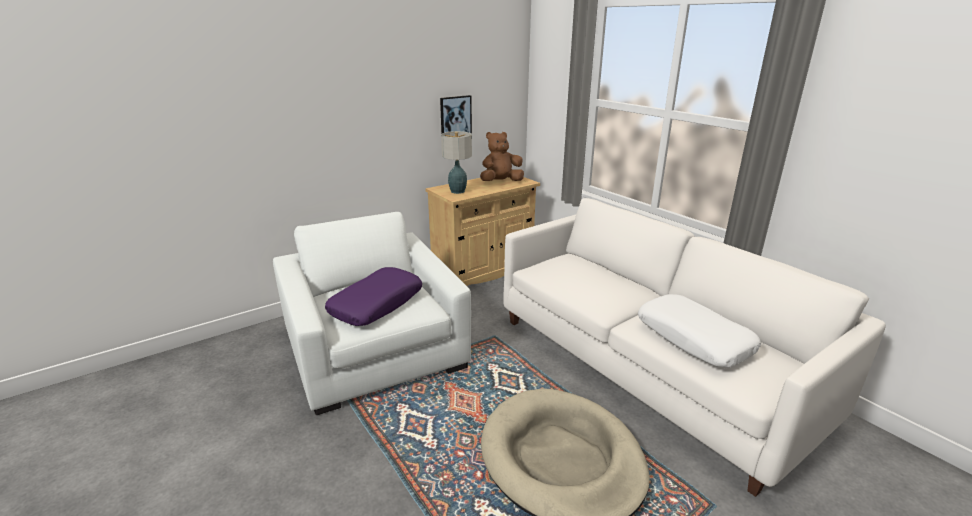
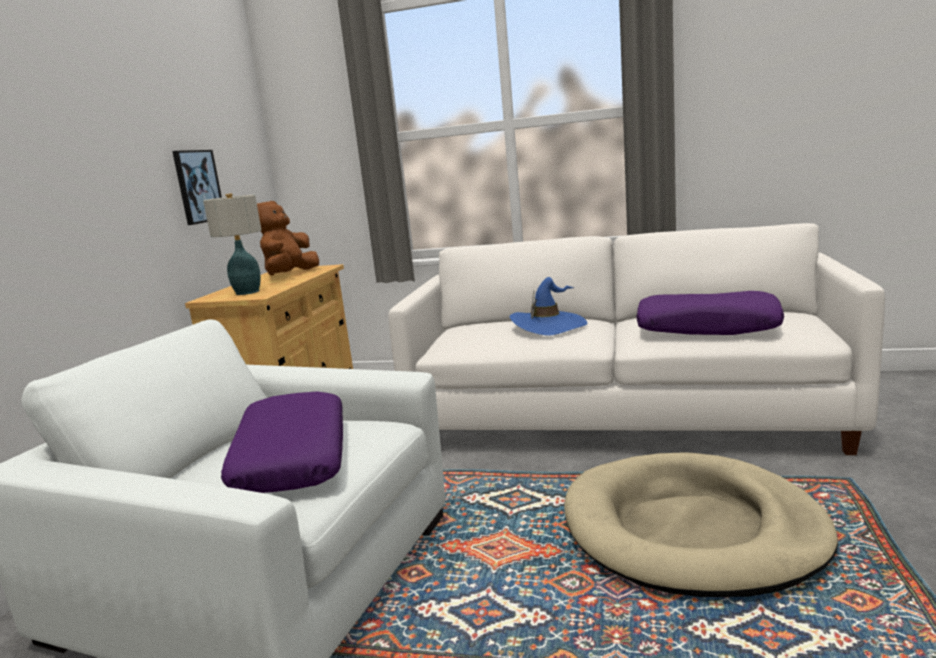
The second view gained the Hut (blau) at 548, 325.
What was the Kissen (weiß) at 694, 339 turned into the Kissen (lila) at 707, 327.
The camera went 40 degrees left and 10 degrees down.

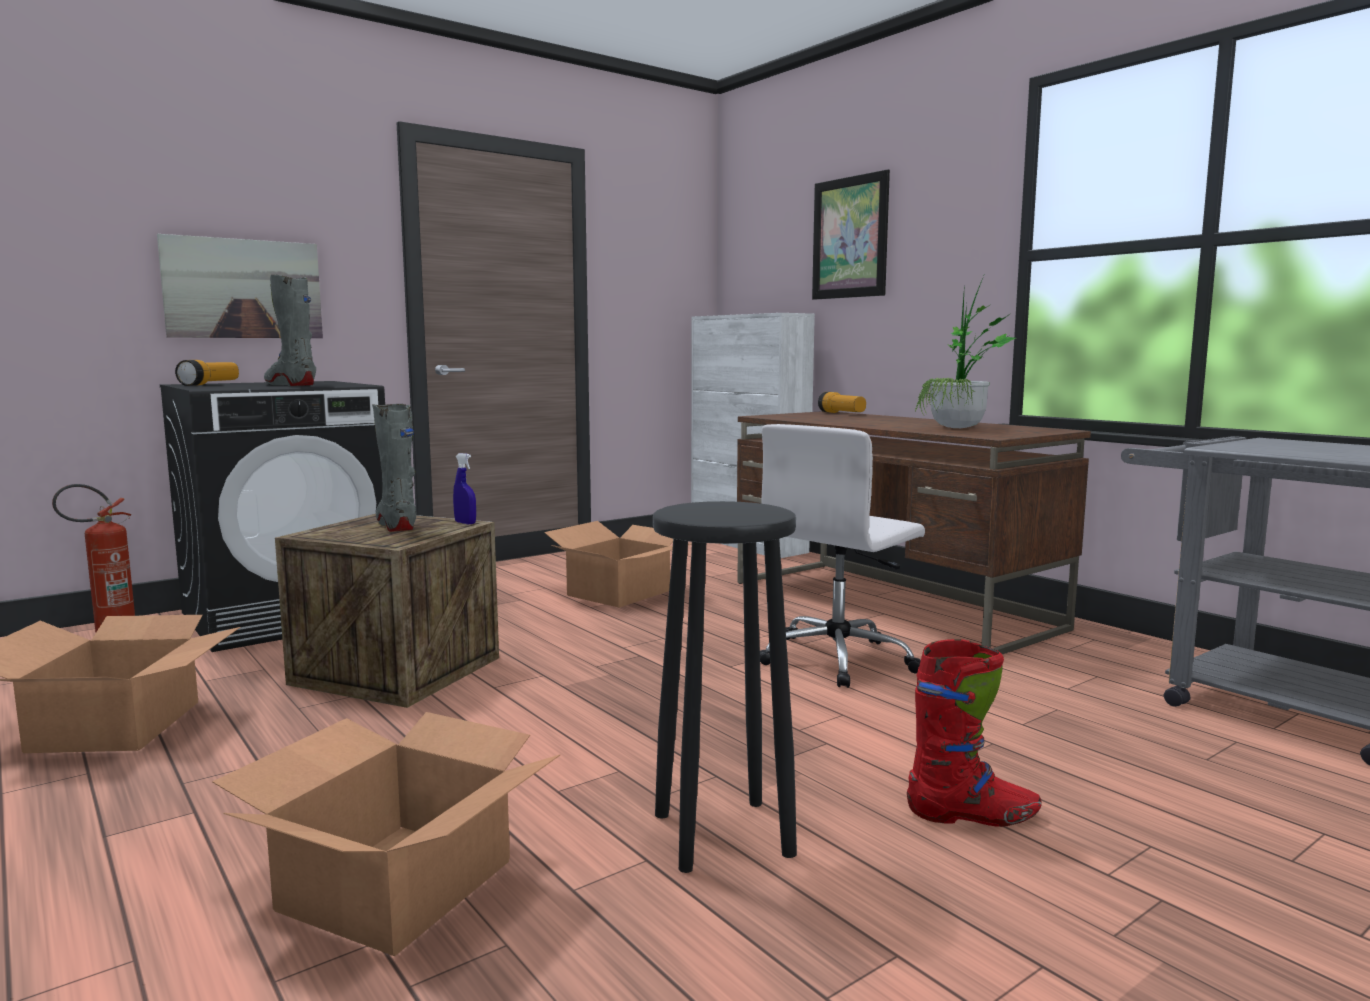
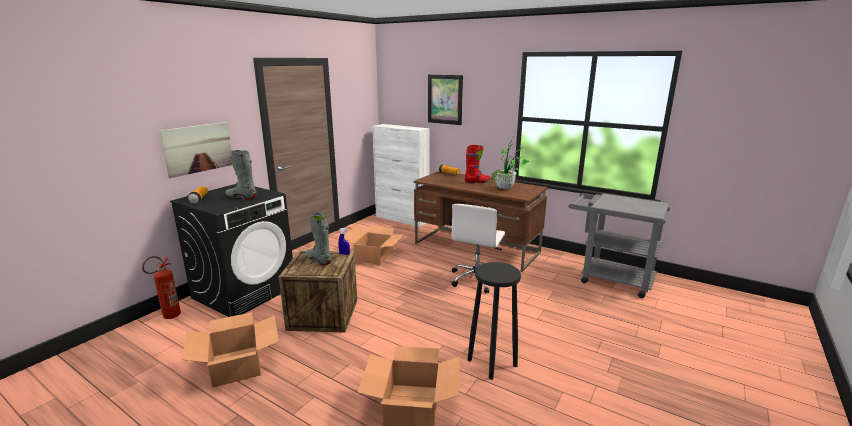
The Stiefel (rot) ended up elsewhere, having gone from 973, 816 to 477, 182.
The camera went 20 degrees left and 10 degrees up.

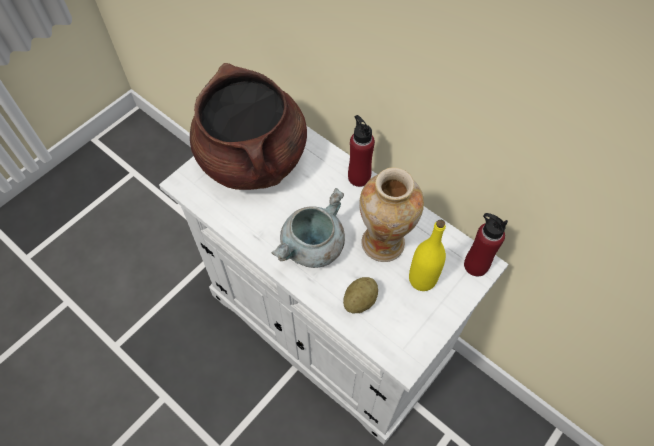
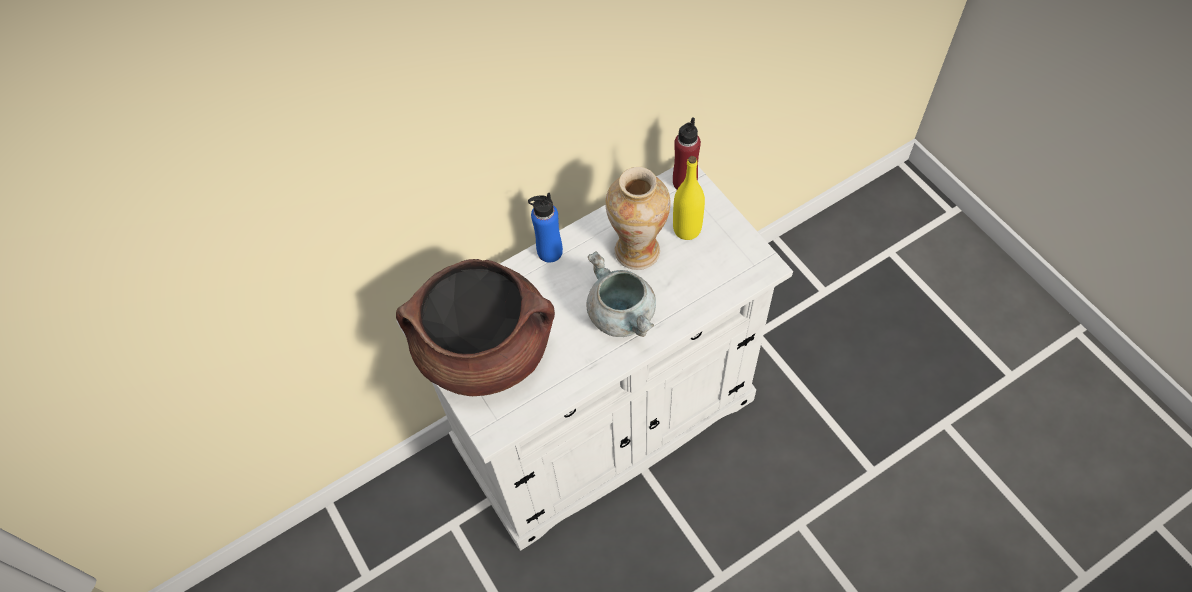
What was the Flasche (rot) at 359, 177 turned into the Flasche (blau) at 549, 251.
The second view lost the Kartoffel at 360, 301.
The camera went 70 degrees left and 0 degrees up.

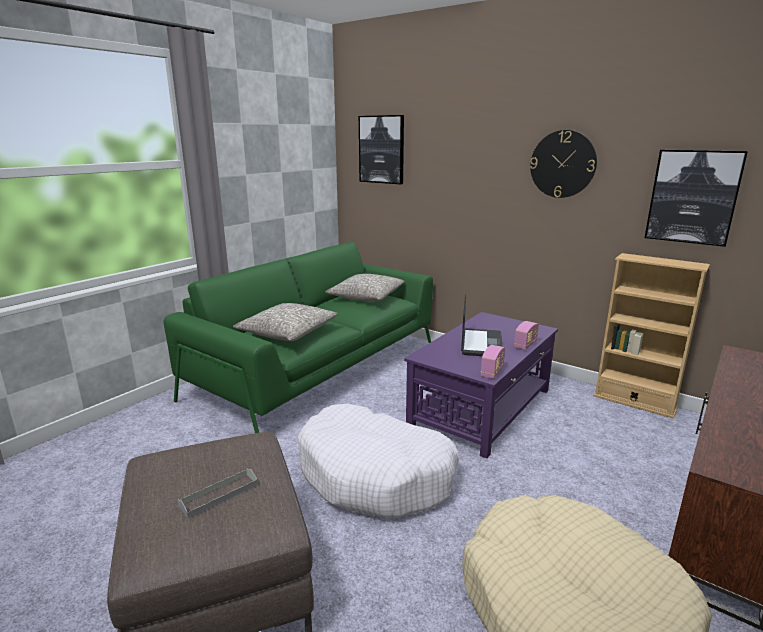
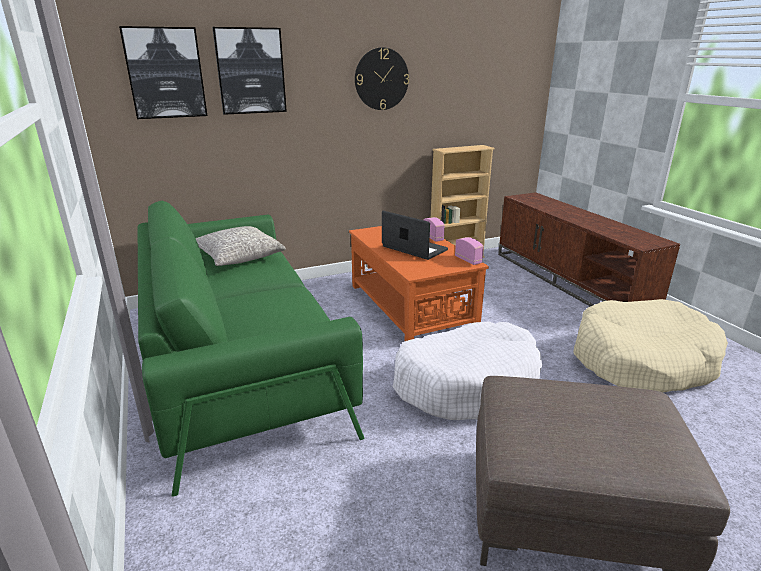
The Bild ended up elsewhere, having gone from 693, 197 to 250, 71.
What was the Couchtisch (lila) at 482, 407 turned into the Couchtisch (orange) at 410, 306.
The second view lost the Tablett (grau) at 219, 495.
The second view lost the Kissen (grau) at 288, 332.
The camera went 60 degrees left and 5 degrees up.

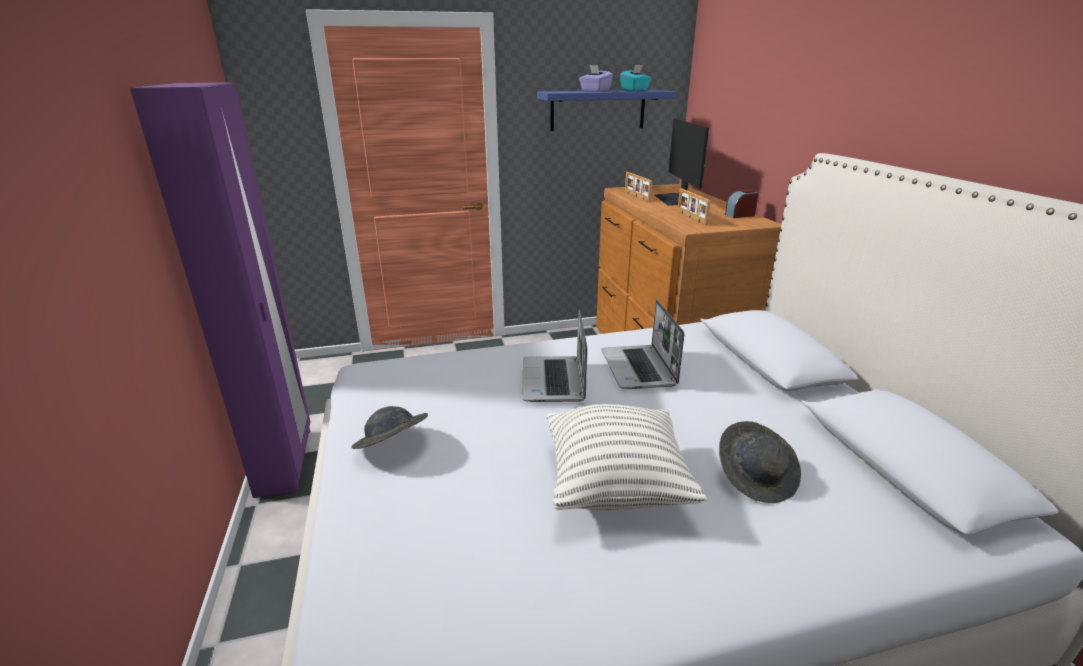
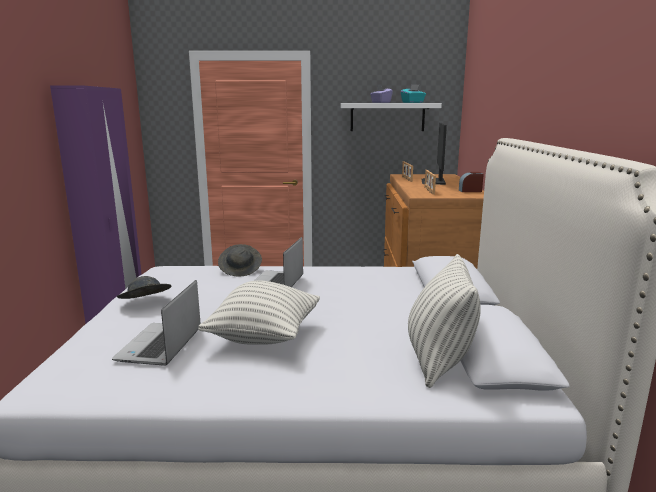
The Laptop ended up elsewhere, having gone from 639, 369 to 160, 346.
The Hut (grau) ended up elsewhere, having gone from 756, 477 to 241, 270.
What was the Wandregal (blau) at 598, 110 turned into the Wandregal (weiß) at 387, 117.
The second view gained the Kissen at 439, 360.
The camera went 15 degrees right and 10 degrees down.

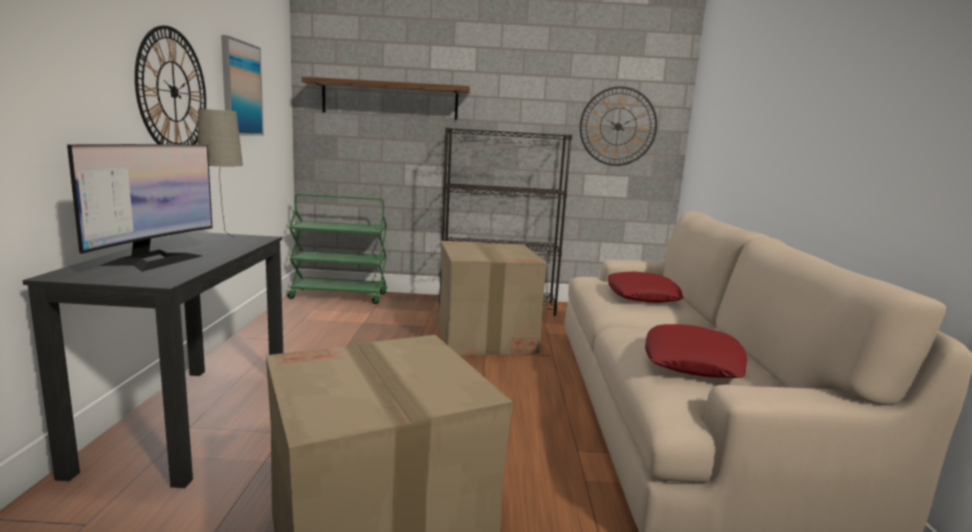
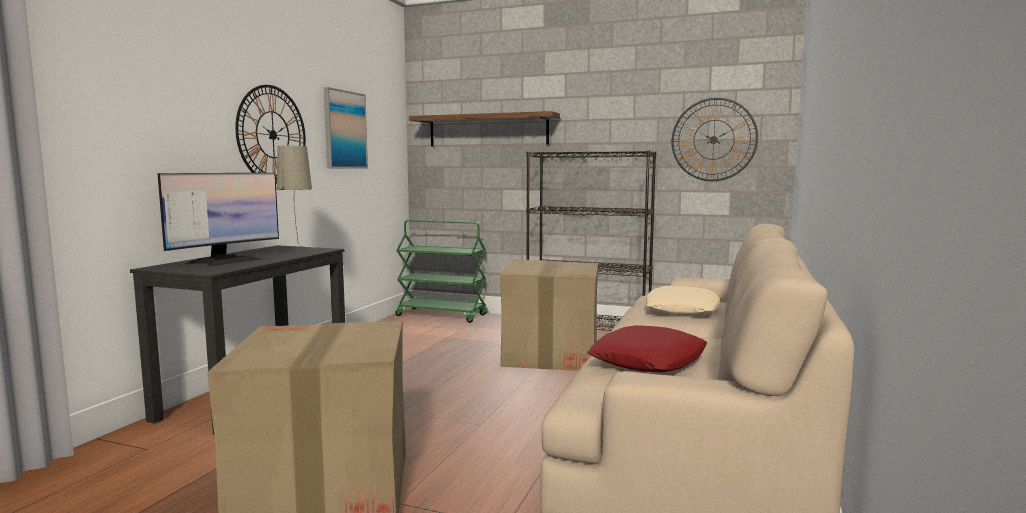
What was the Kissen (rot) at 642, 295 turned into the Kissen (beige) at 681, 309.
The camera went 20 degrees right and 5 degrees down.

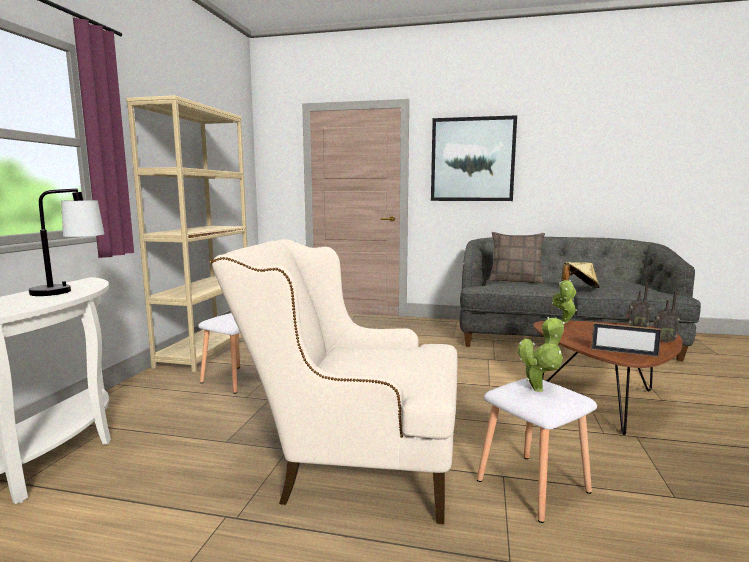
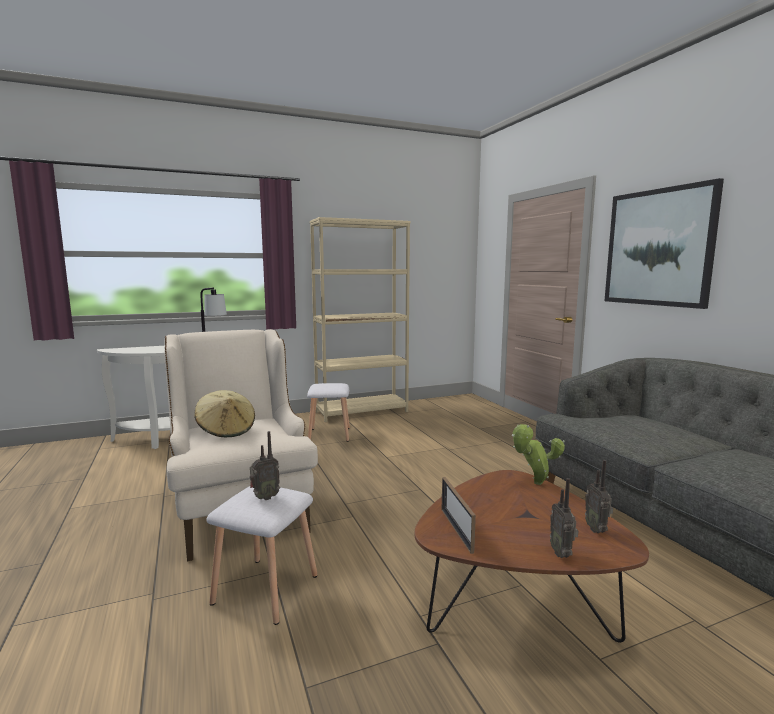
The Hut (beige) ended up elsewhere, having gone from 580, 287 to 226, 430.
Where the Topfpflanze stood at 539, 389, the Radio came to stand at 264, 497.
The second view lost the Kissen at 515, 281.
The camera went 55 degrees right and 0 degrees up.

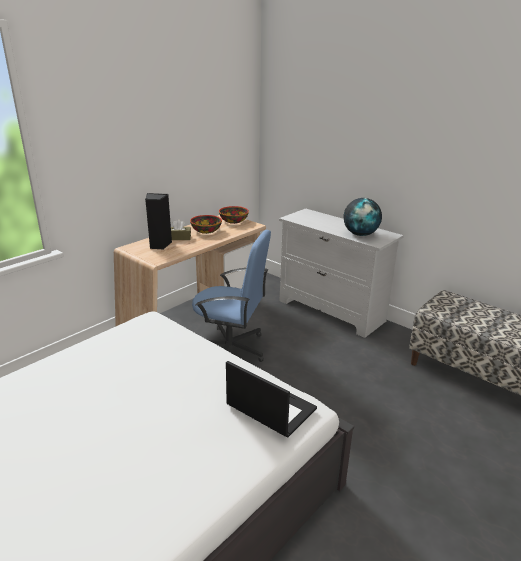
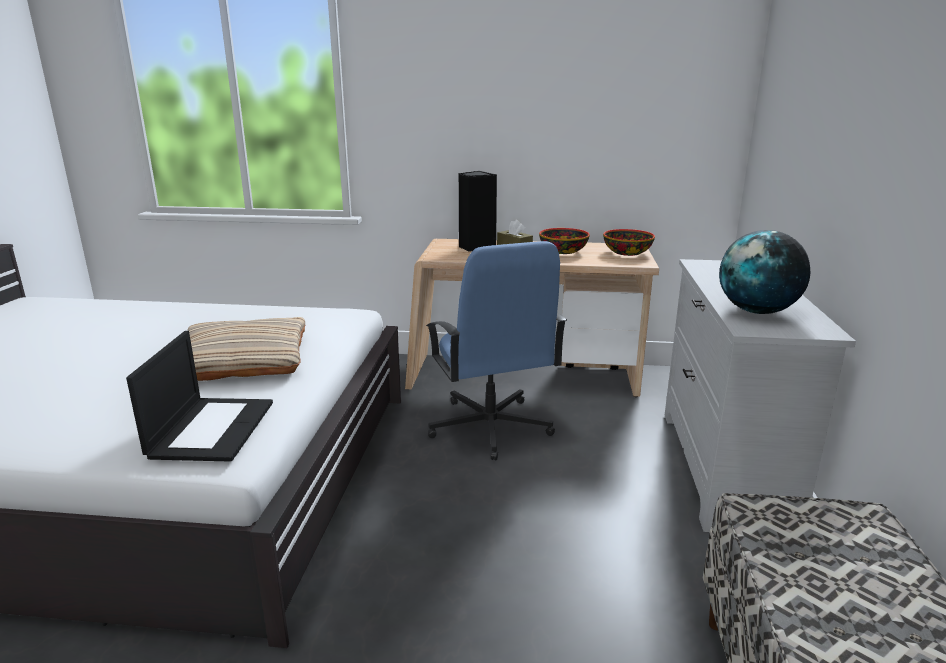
The second view gained the Kissen (beige) at 242, 359.
The camera went 55 degrees right and 5 degrees down.

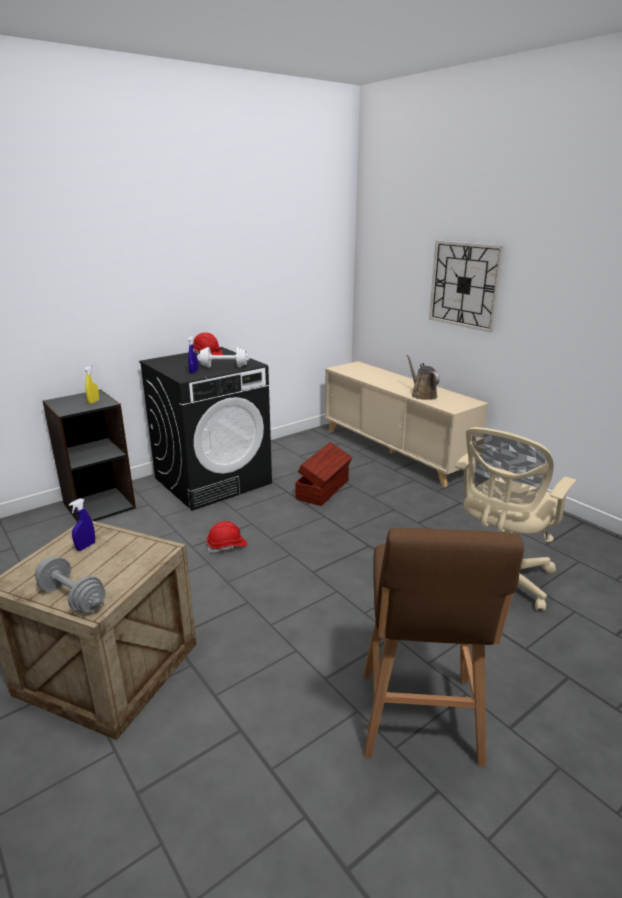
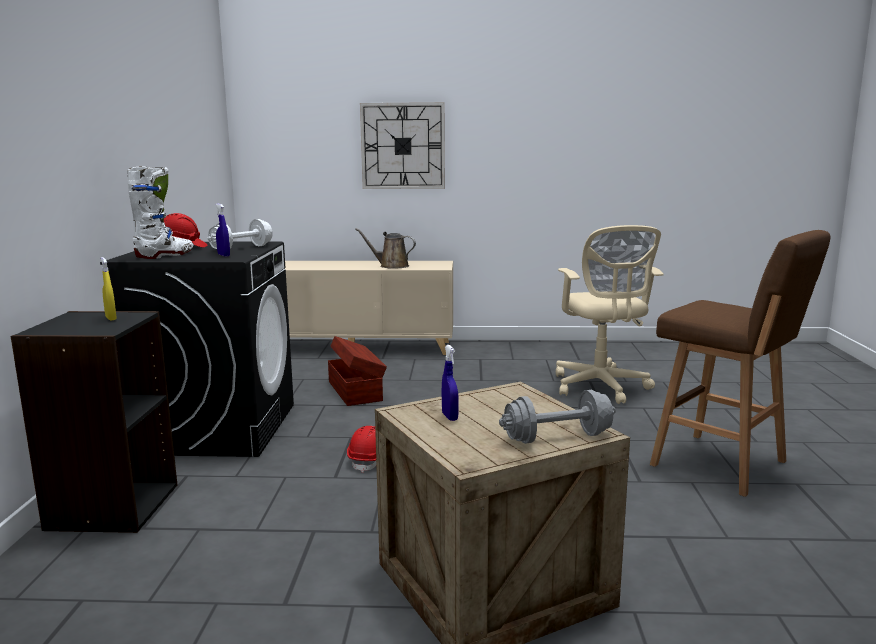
The second view gained the Stiefel (weiß) at 165, 255.
The camera went 50 degrees left and 10 degrees down.

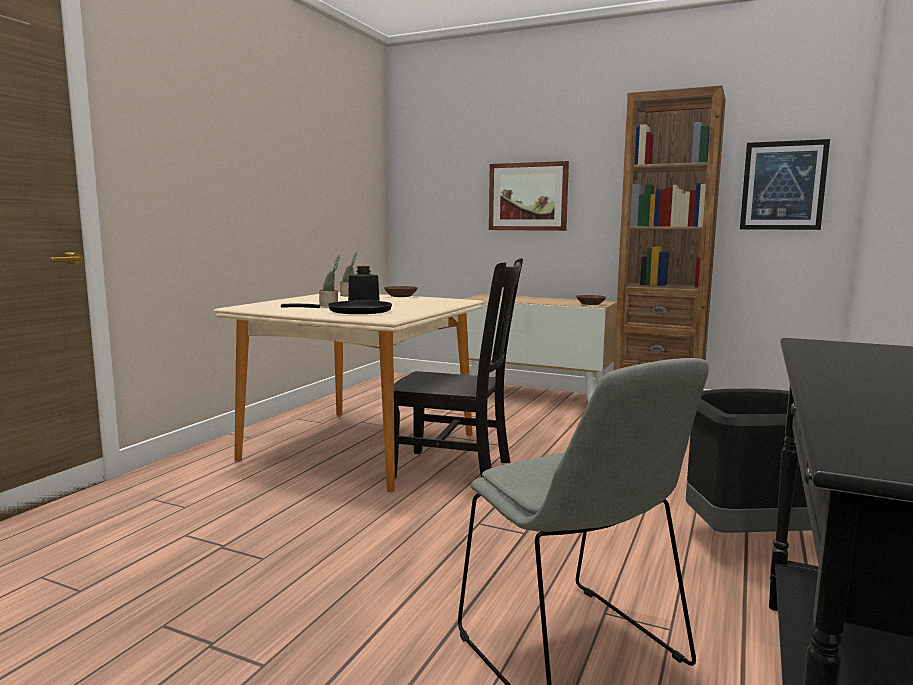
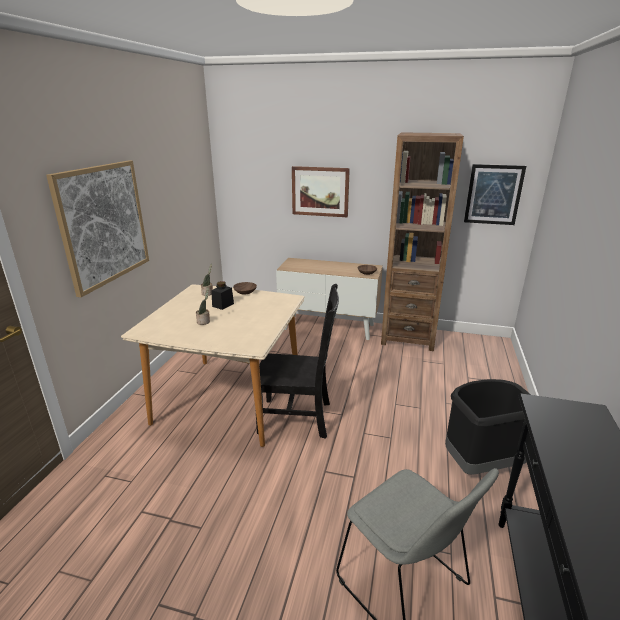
The second view gained the Bild at 103, 224.
The second view lost the Pfanne (schwarz) at 354, 311.
The camera went 10 degrees left and 15 degrees up.

